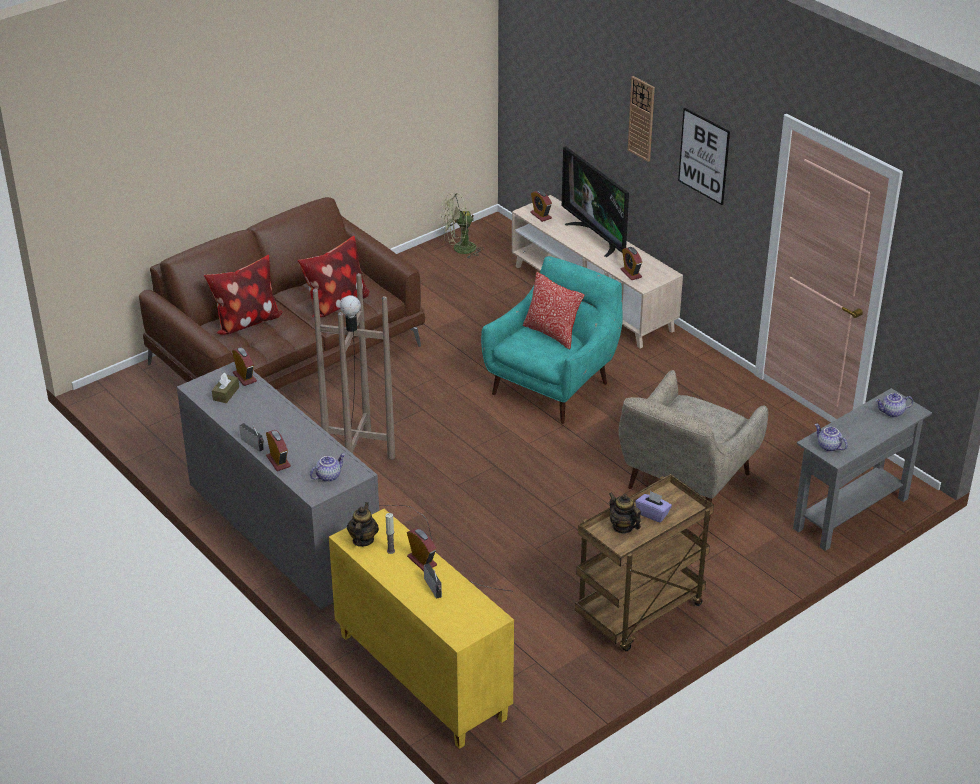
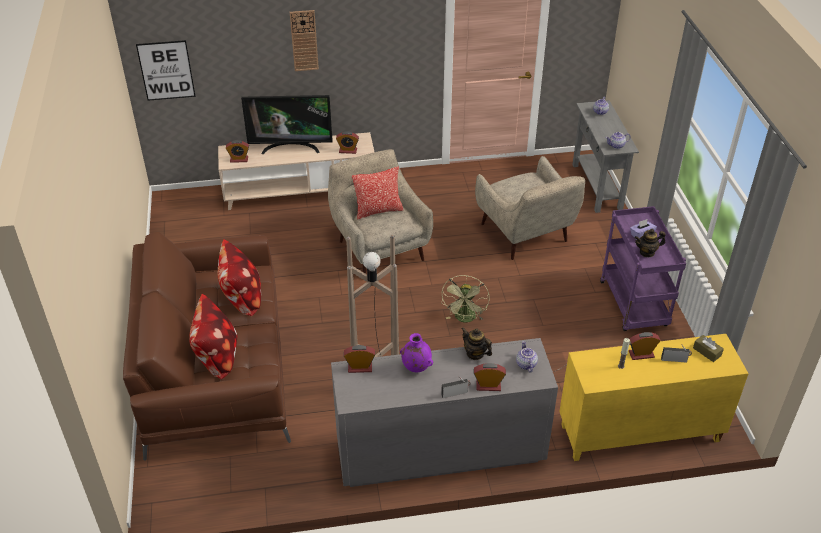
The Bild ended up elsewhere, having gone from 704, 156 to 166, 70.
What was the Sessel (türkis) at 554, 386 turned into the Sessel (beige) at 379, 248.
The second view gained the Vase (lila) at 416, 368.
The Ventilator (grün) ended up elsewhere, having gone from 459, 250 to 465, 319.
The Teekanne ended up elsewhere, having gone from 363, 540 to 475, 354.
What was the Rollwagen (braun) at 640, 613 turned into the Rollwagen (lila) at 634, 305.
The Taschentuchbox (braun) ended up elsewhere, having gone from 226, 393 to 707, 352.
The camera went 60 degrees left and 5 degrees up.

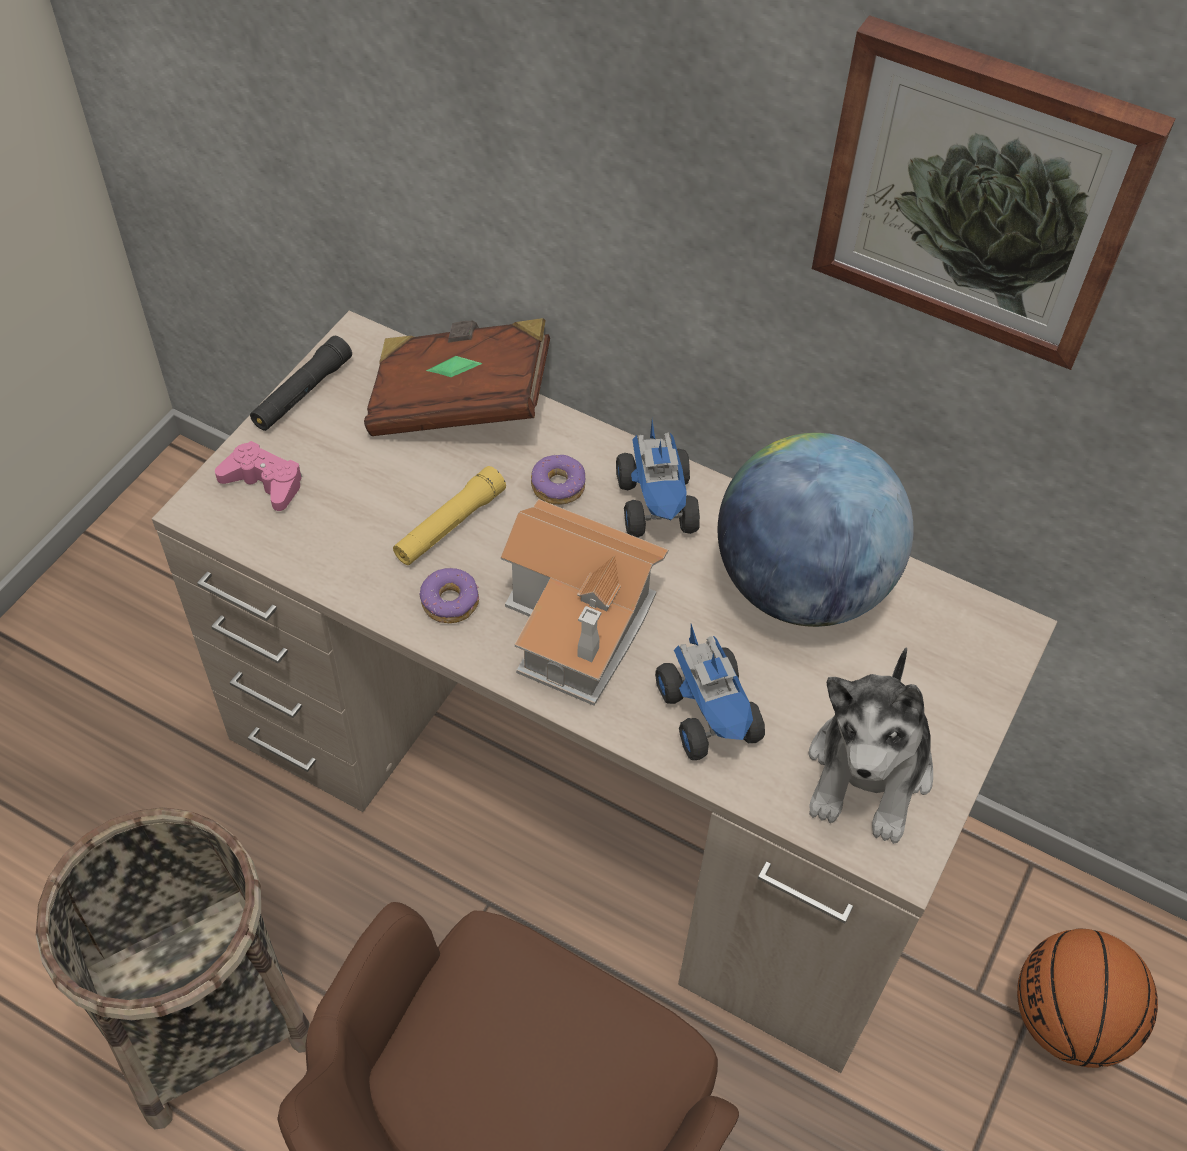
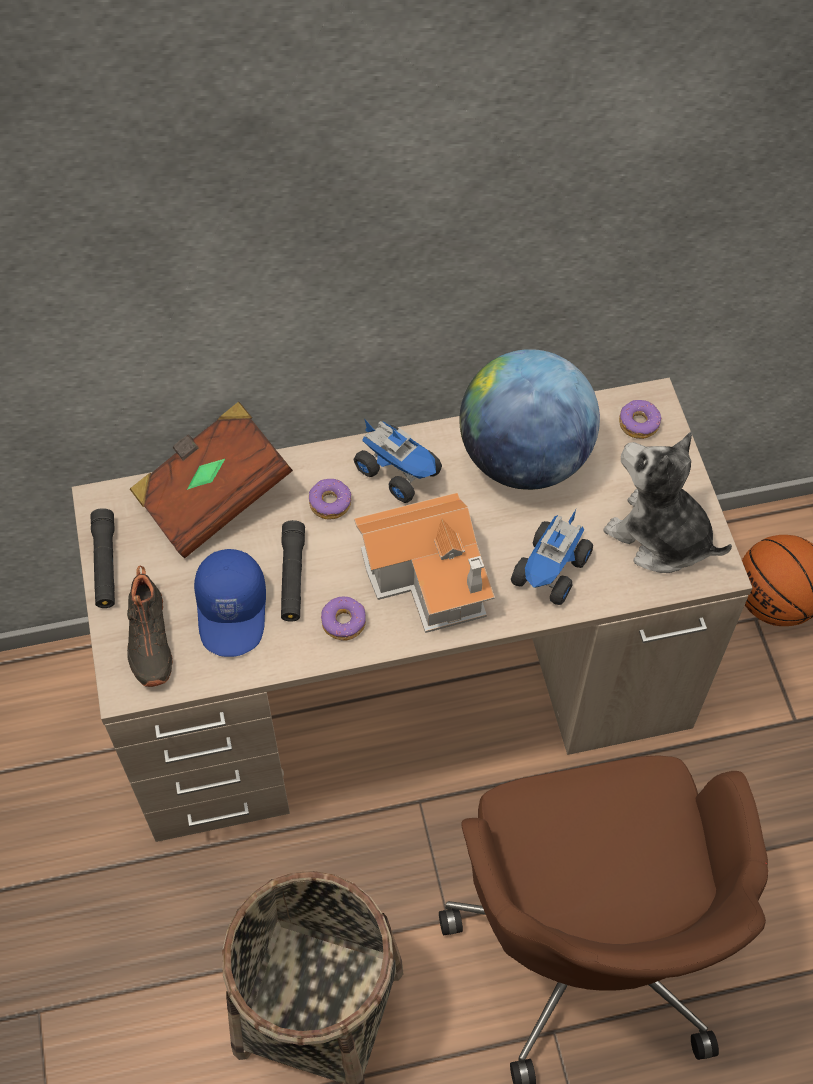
Where the Gamepad (rosa) stood at 264, 482, the Schuh (schwarz) came to stand at 147, 639.
The second view gained the Kappe (blau) at 233, 611.
What was the Taschenlampe (gelb) at 449, 525 turned into the Taschenlampe (schwarz) at 292, 577.
The Spielzeuglaster at 709, 714 ended up facing another way, 90 degrees clockwise from before.
The Plüschtier at 869, 771 ended up facing another way, 150 degrees clockwise from before.
The second view gained the Donut at 638, 423.
The second view lost the Bild at 980, 193.
The camera went 40 degrees left and 5 degrees up.

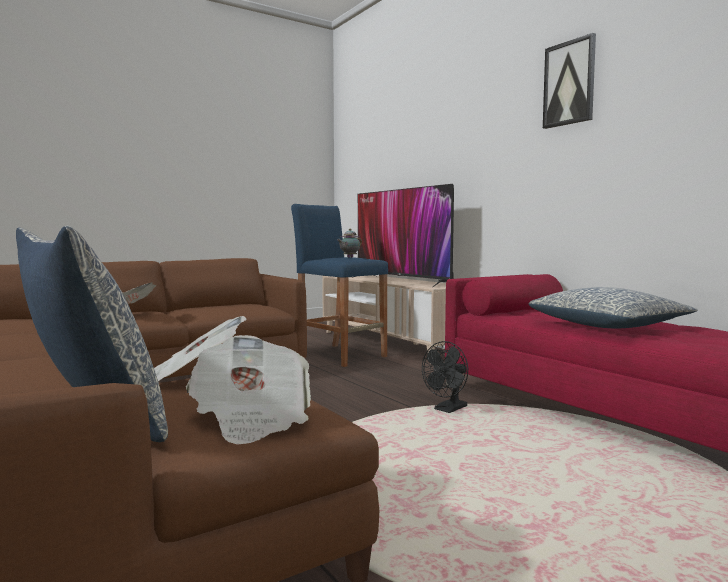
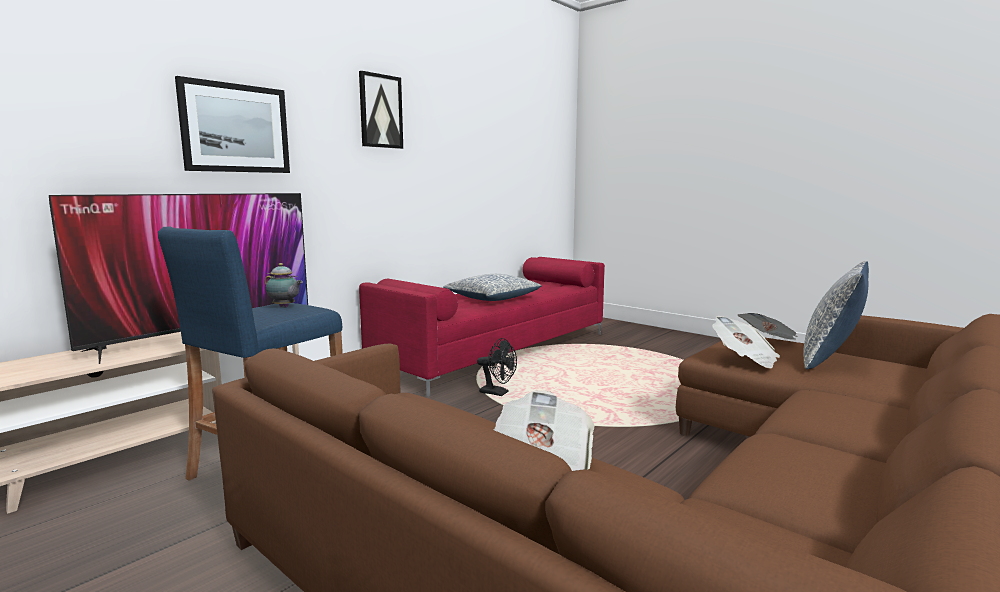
The second view gained the Bild at 235, 128.
The camera went 105 degrees left and 5 degrees up.

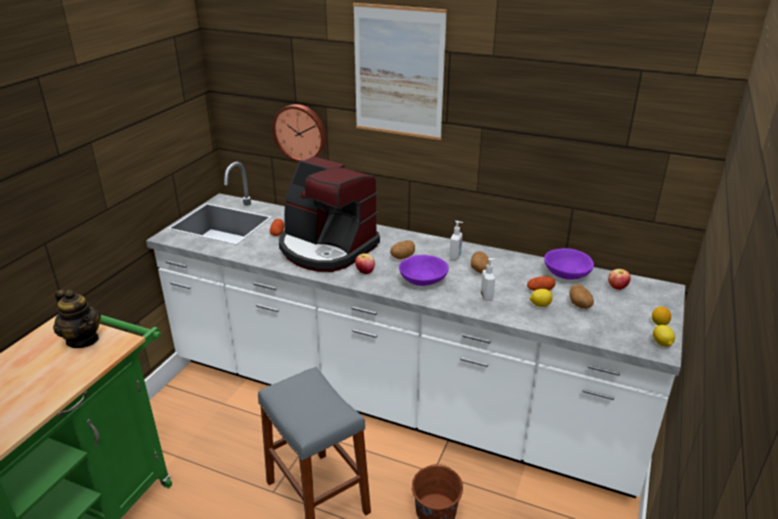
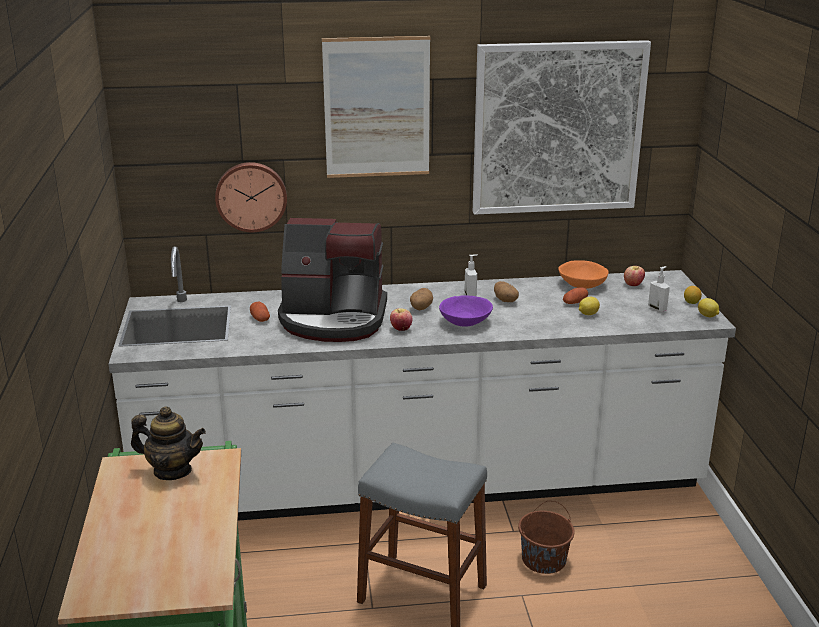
The second view gained the Bild at 558, 128.
What was the Schüssel (lila) at 566, 273 turned into the Schüssel (orange) at 581, 284.
The Seifenspender ended up elsewhere, having gone from 487, 296 to 657, 308.
The second view lost the Kartoffel at 580, 305.
The camera went 30 degrees left and 5 degrees down.

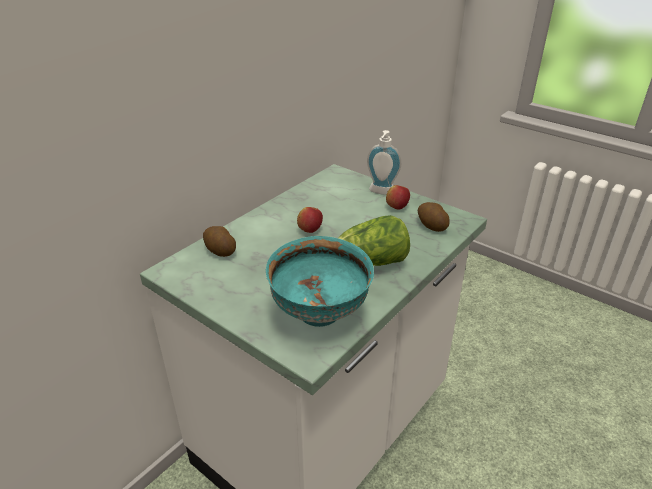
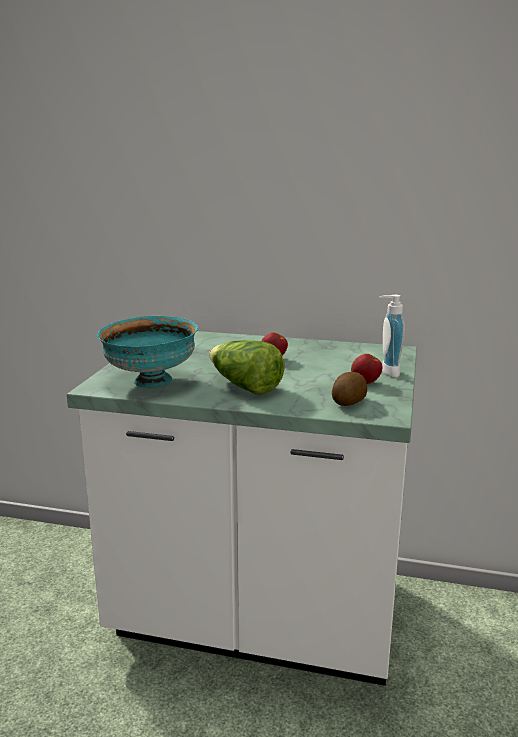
The second view lost the Kartoffel at 220, 251.
The camera went 65 degrees right and 15 degrees down.

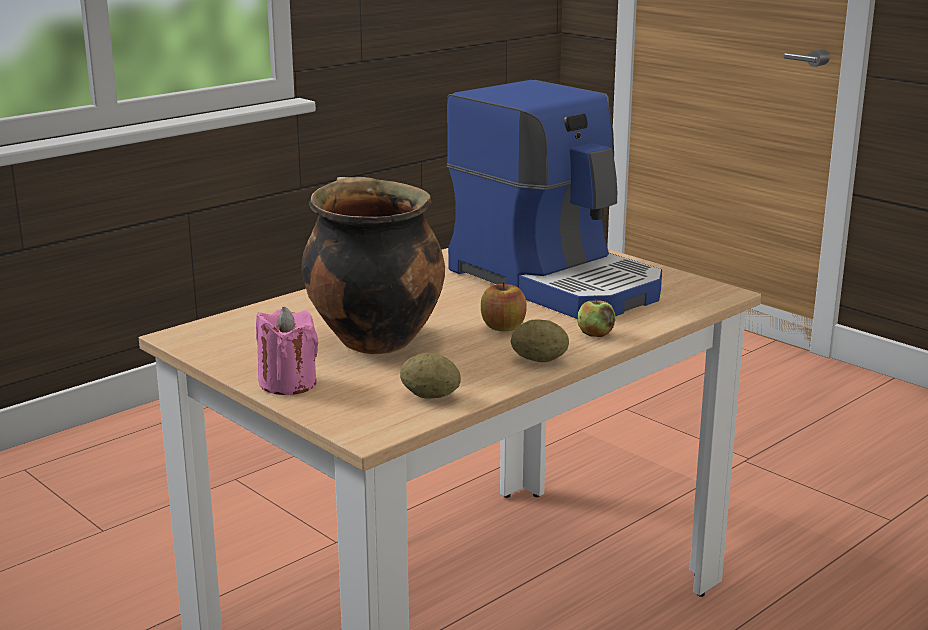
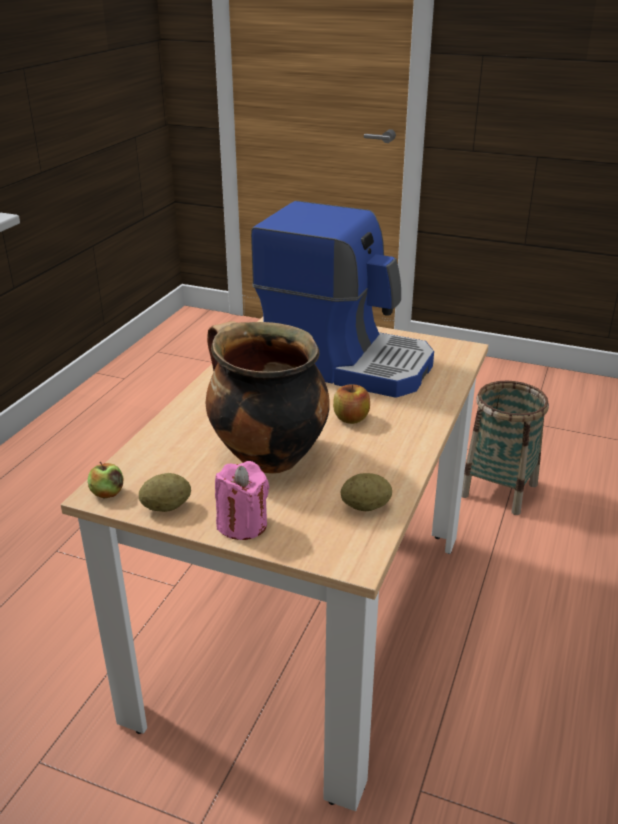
The Apfel ended up elsewhere, having gone from 595, 334 to 107, 493.
The Kartoffel ended up elsewhere, having gone from 539, 360 to 166, 507.
The second view gained the Korb at 498, 490.
The camera went 25 degrees left and 10 degrees up.

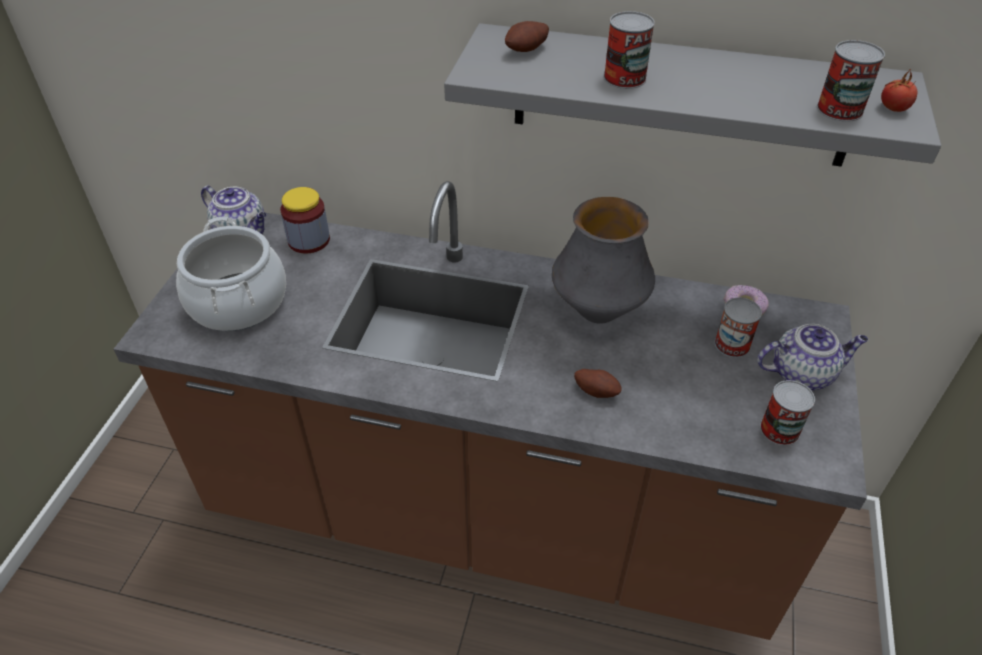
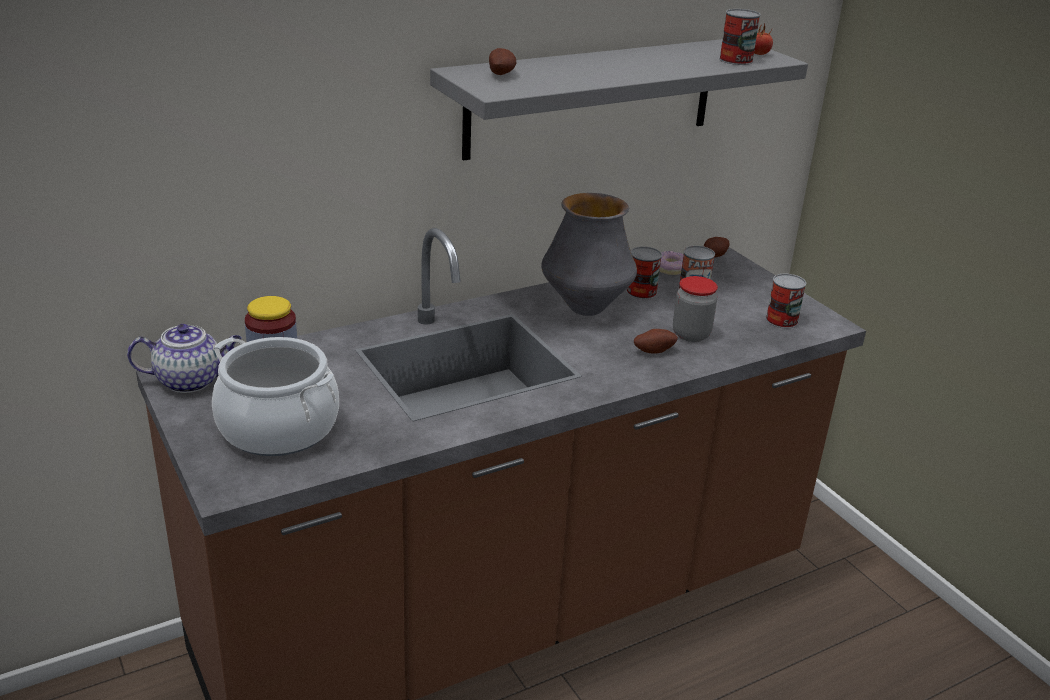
The Dose ended up elsewhere, having gone from 624, 78 to 641, 292.
The second view gained the Vorratsglas at 691, 334.
The second view gained the Kartoffel at 715, 256.
The second view lost the Teekanne at 803, 373.
The camera went 45 degrees left and 15 degrees down.

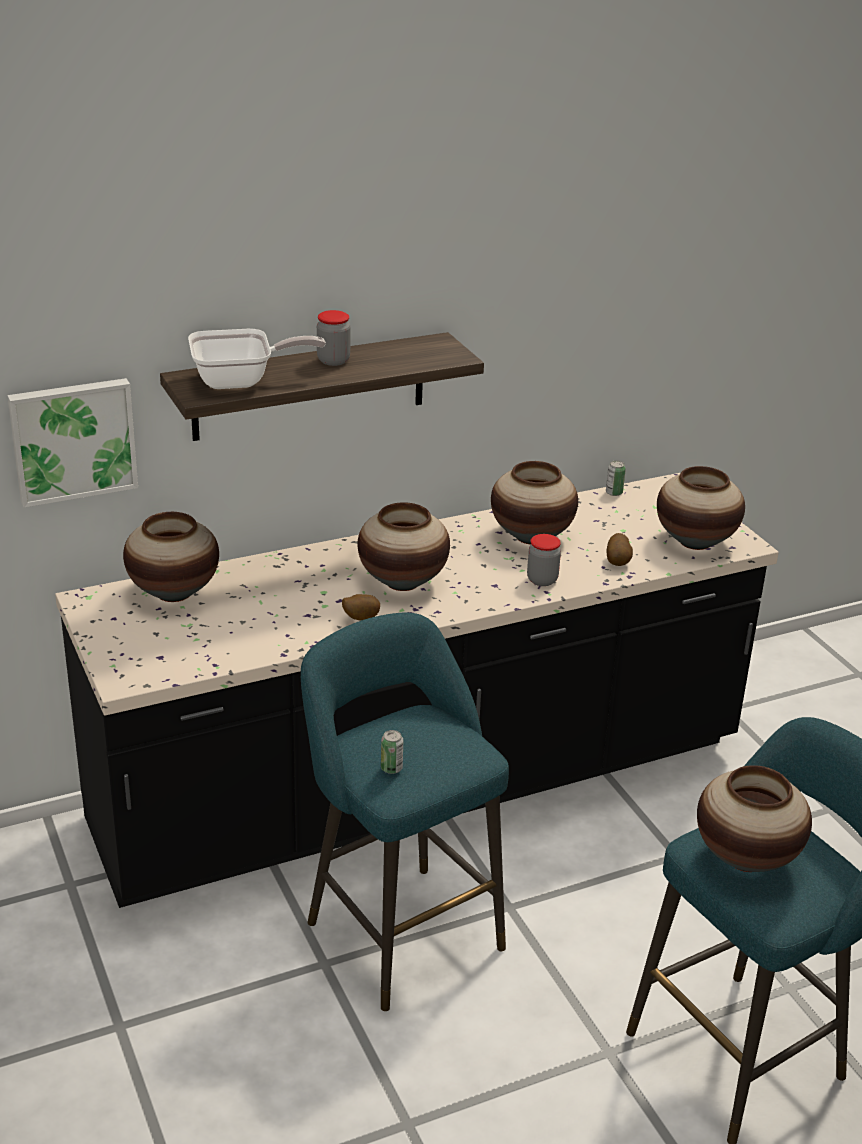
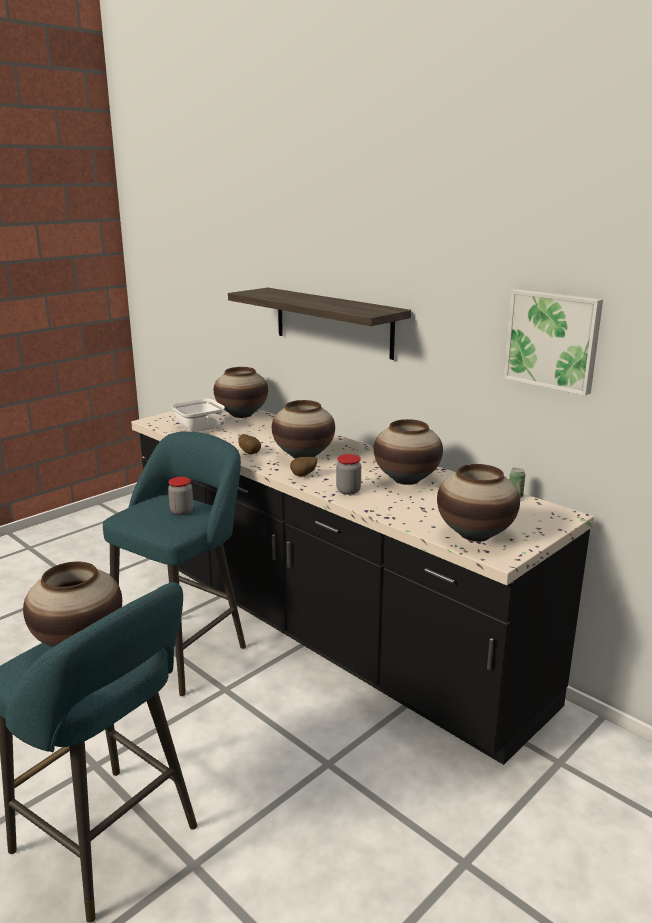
The Vorratsglas ended up elsewhere, having gone from 333, 360 to 181, 511.
The Pfanne ended up elsewhere, having gone from 241, 381 to 201, 429.
The Kartoffel ended up elsewhere, having gone from 618, 562 to 304, 476.
The Bild ended up elsewhere, having gone from 73, 440 to 553, 340.
The second view lost the Dose at 391, 768.
The camera went 70 degrees right and 10 degrees down.

